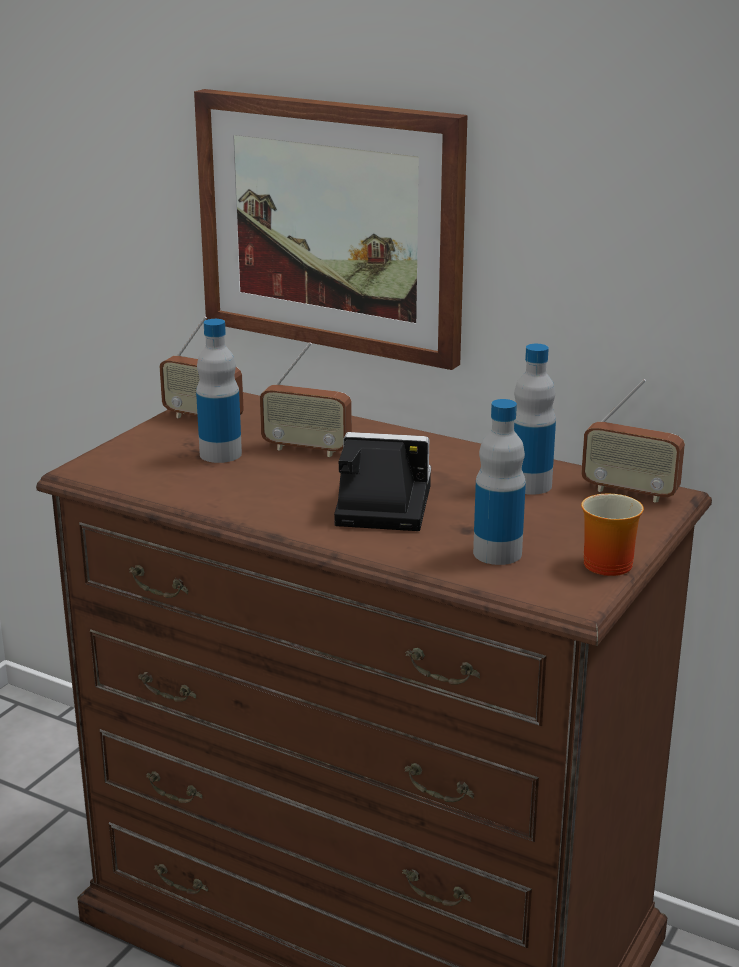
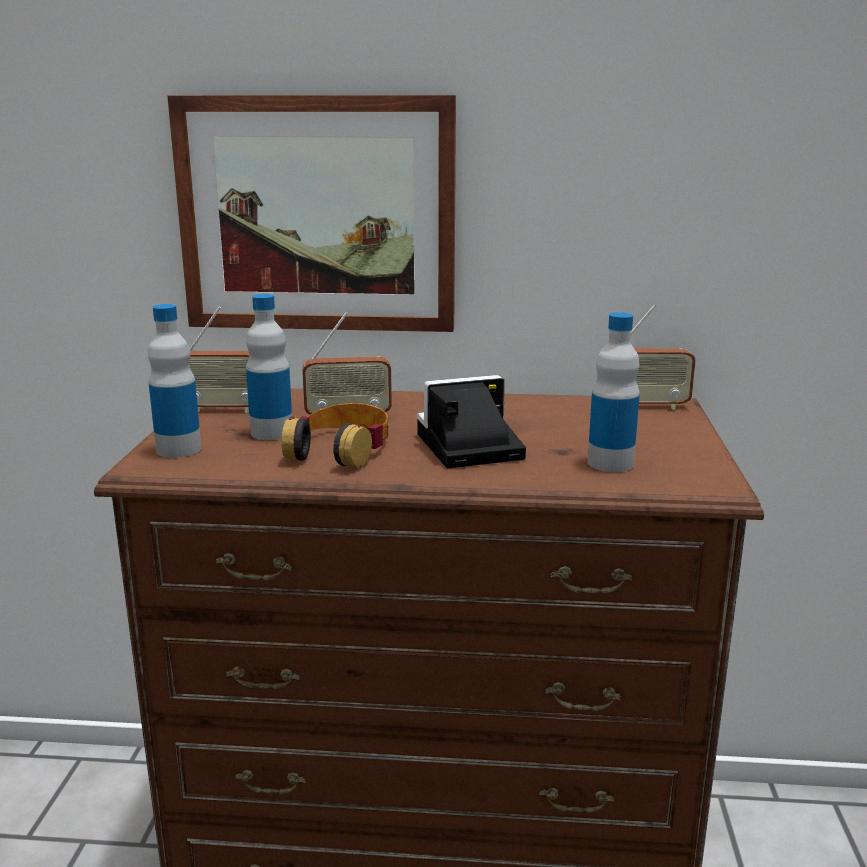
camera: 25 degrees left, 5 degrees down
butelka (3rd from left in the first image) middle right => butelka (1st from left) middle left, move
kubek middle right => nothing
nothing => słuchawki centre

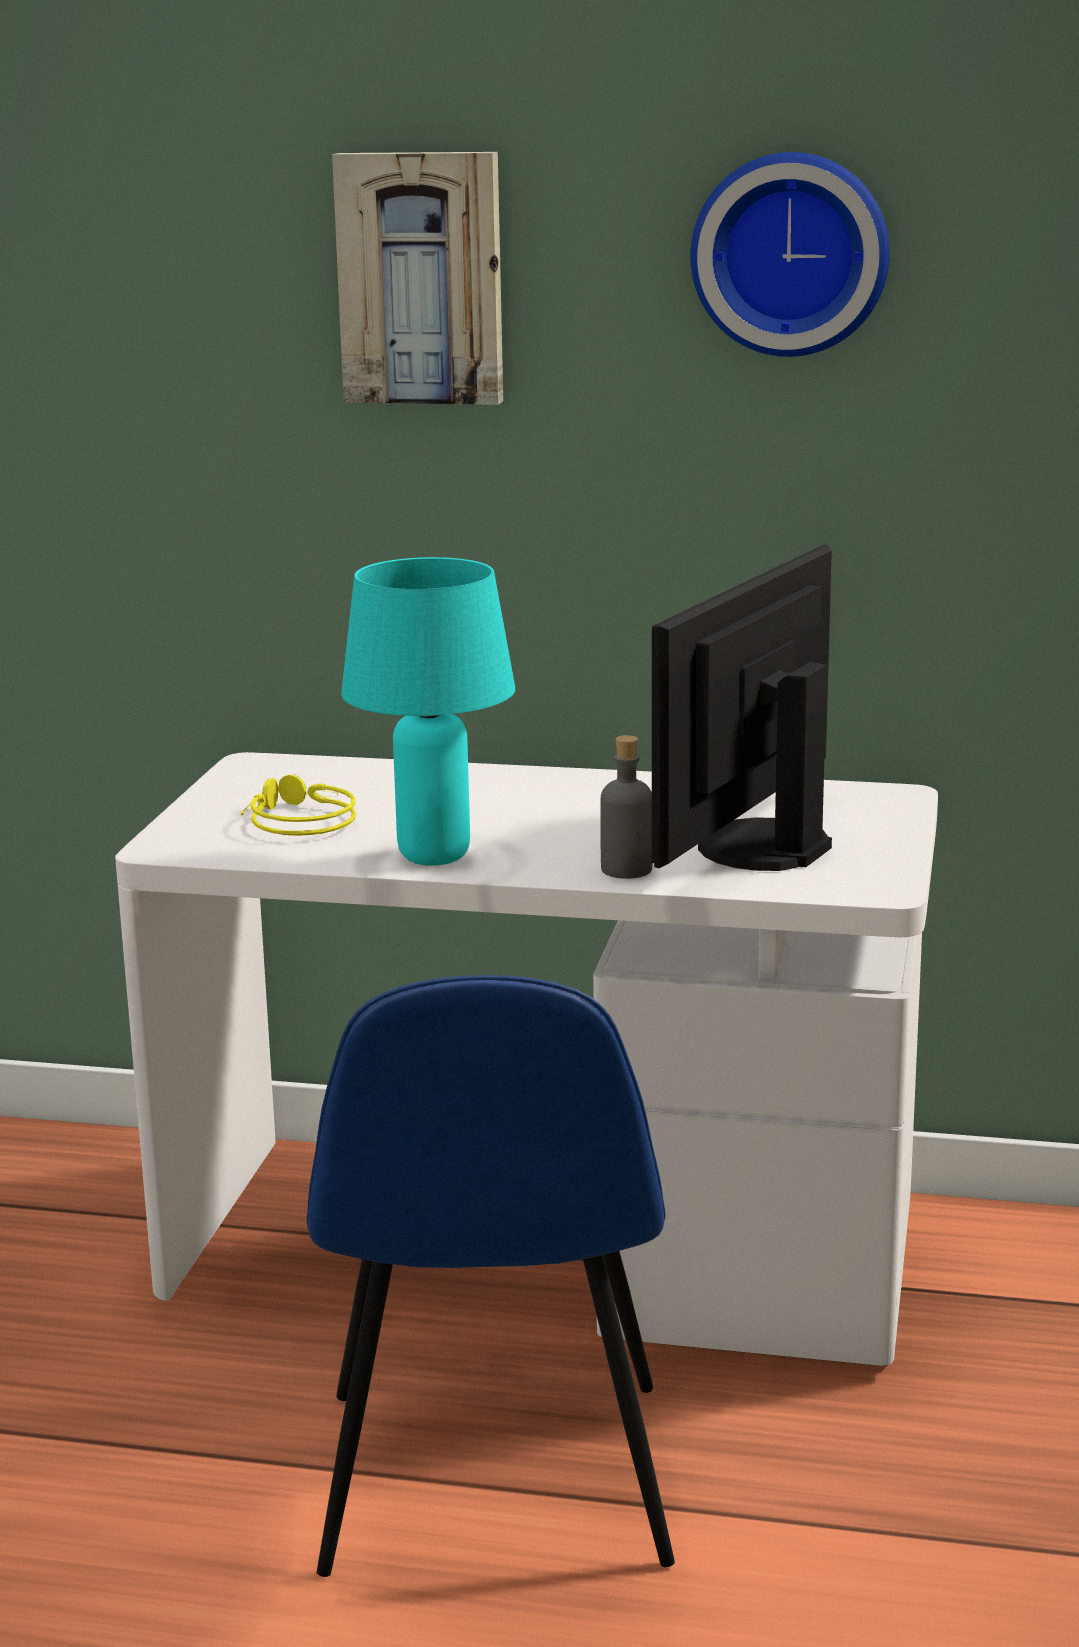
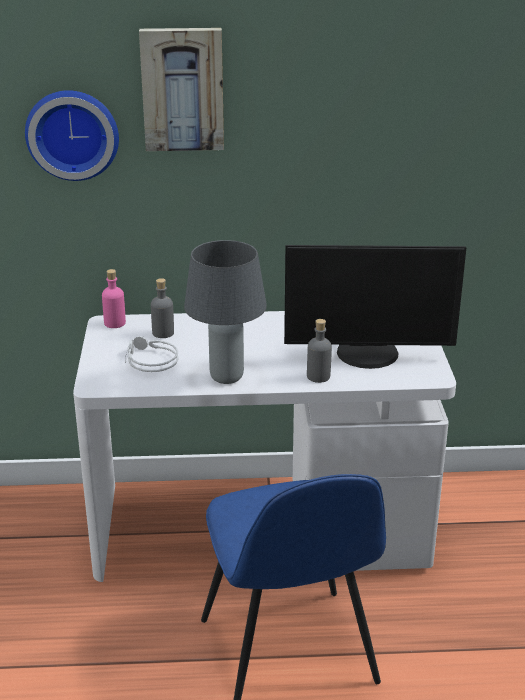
camera: 15 degrees left, 10 degrees up
zegar ścienny top right => zegar ścienny top left, move
monitor middle right, 105 degrees counterclockwise
lampa stołowa [turkusowy] centre => lampa stołowa [szary] centre
słuchawki [żółty] middle left => słuchawki [szary] middle left
nothing => butelka [różowy] middle left
nothing => butelka [szary] (1st from left) middle left

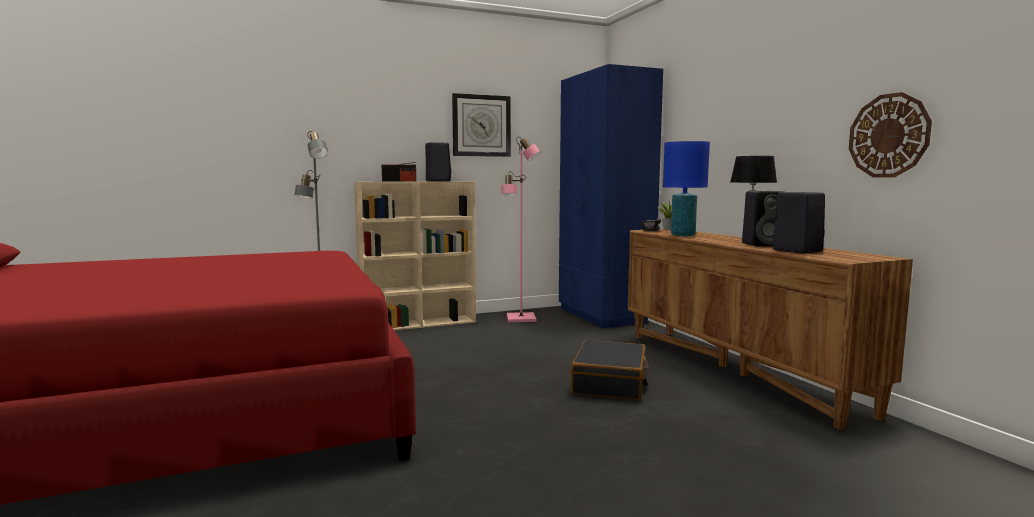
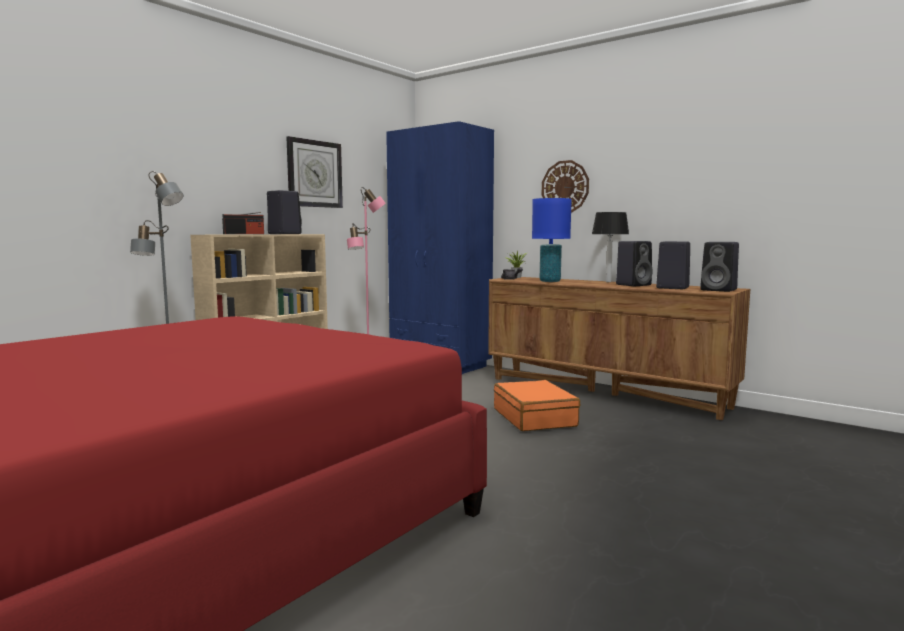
camera: 30 degrees left, 0 degrees up
zegar ścienny (2nd from left) top right => zegar ścienny (2nd from left) top centre, move
walizka [czarny] bottom centre => walizka [pomarańczowy] centre
nothing => głośnik [czarny] (4th from left) middle right

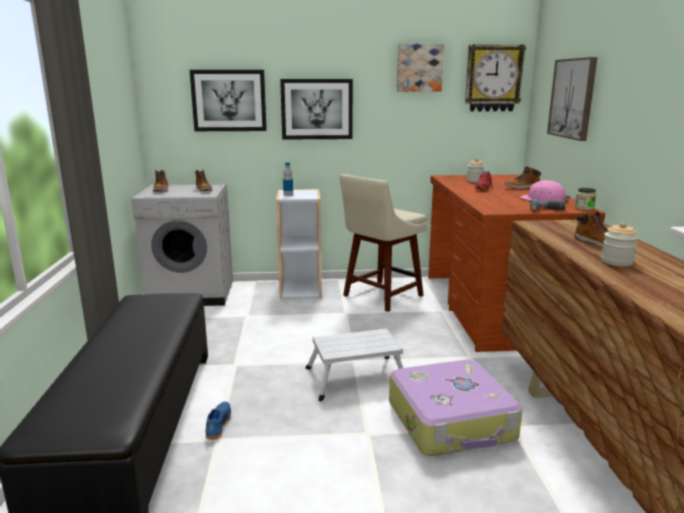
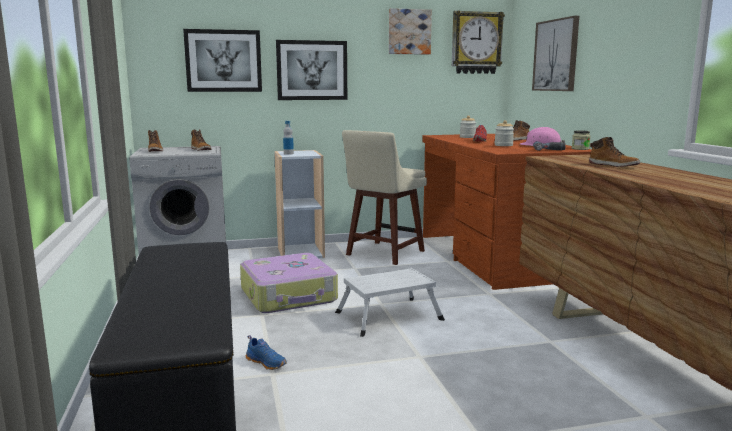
camera: 10 degrees left, 5 degrees down
słoik (3rd from left in the first image) middle right => słoik (2nd from left) top right, move
walizka bottom right => walizka centre, move
but [niebieski] bottom left => but [niebieski] bottom centre, 135 degrees clockwise

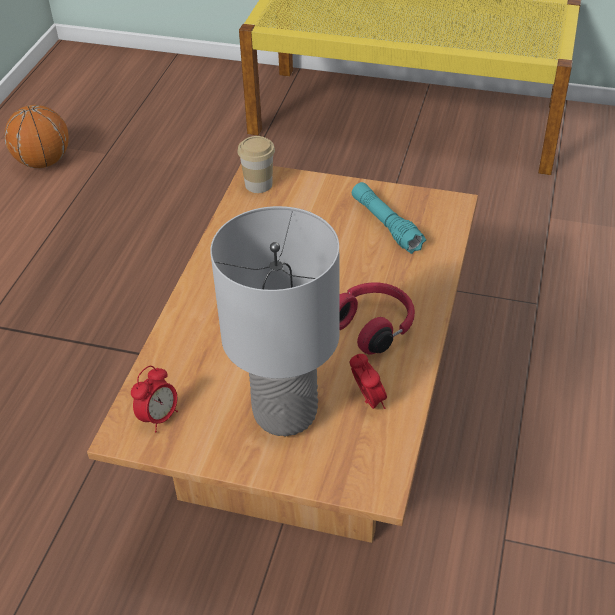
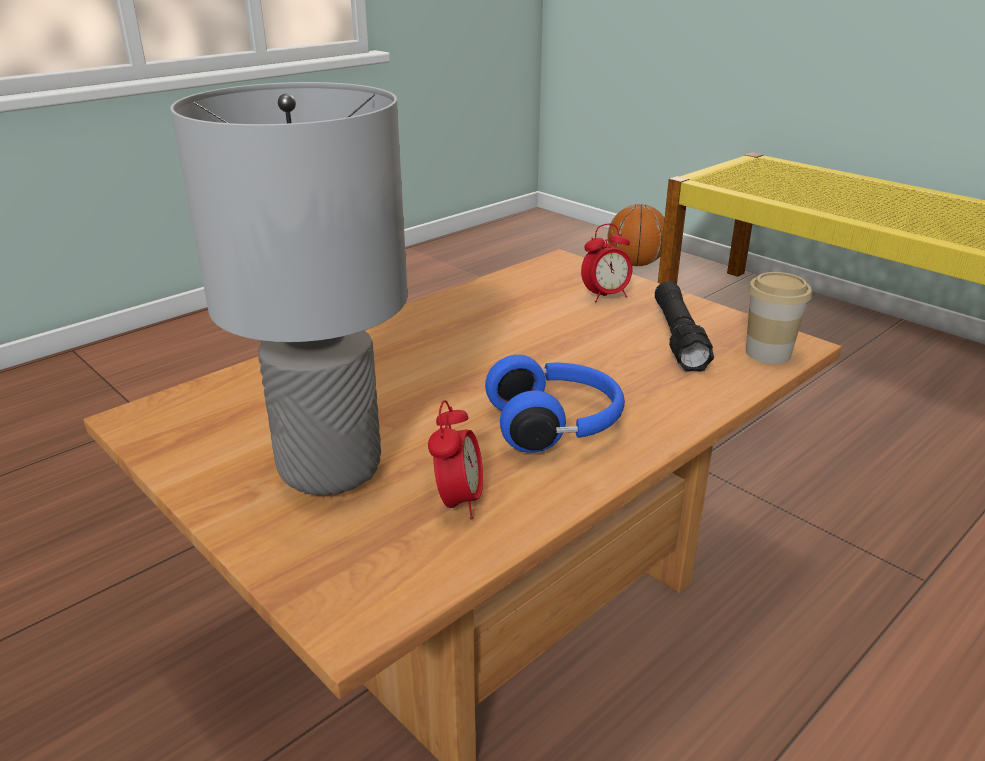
camera: 30 degrees right, 15 degrees down
piłka do koszykówki top left => piłka do koszykówki top centre, move
filiżanka top centre => filiżanka middle right, move
latarka [turkusowy] centre => latarka [czarny] middle right
słuchawki [czerwony] centre => słuchawki [niebieski] centre
budzik (1st from left in the first image) middle left => budzik (2nd from left) centre, move

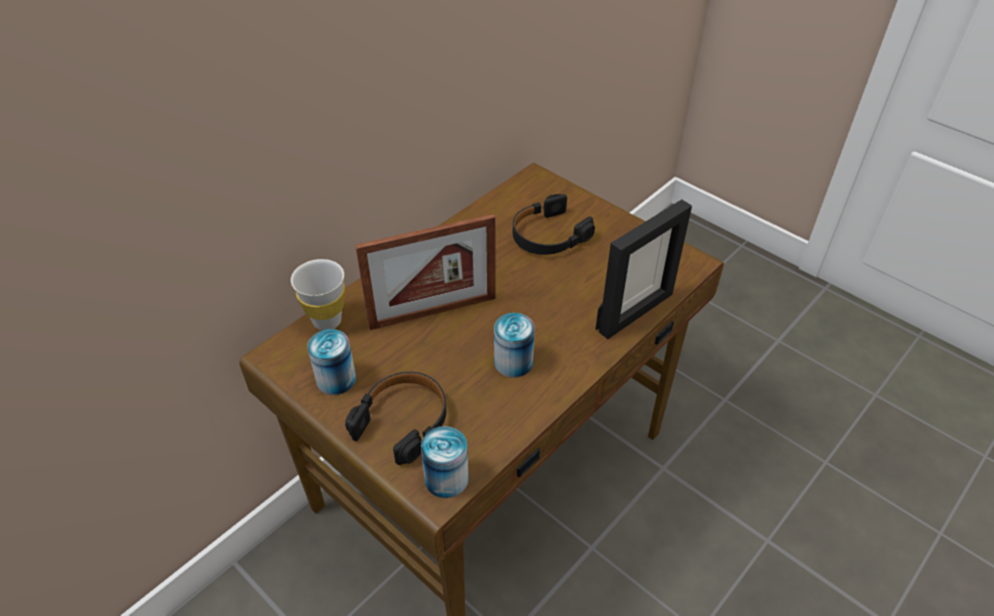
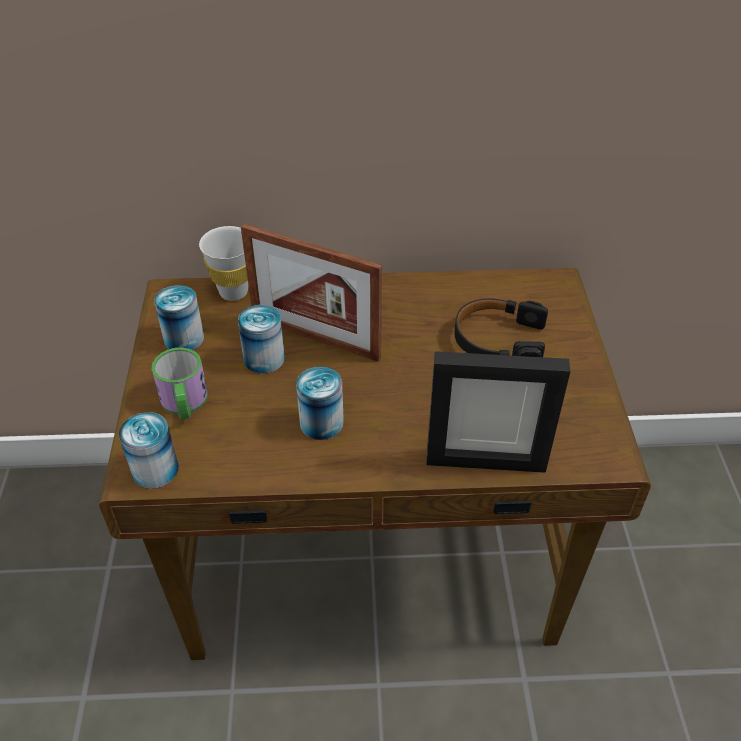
camera: 45 degrees right, 0 degrees up
słuchawki [czarny] (1st from left) bottom centre => kubek middle left
nothing => puszka (3rd from left) centre

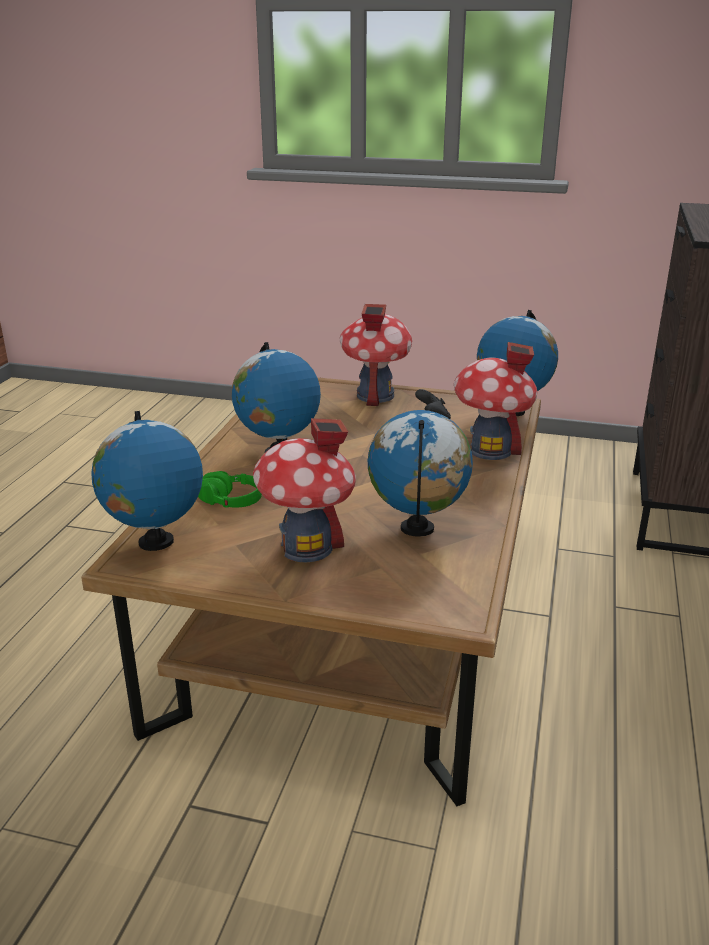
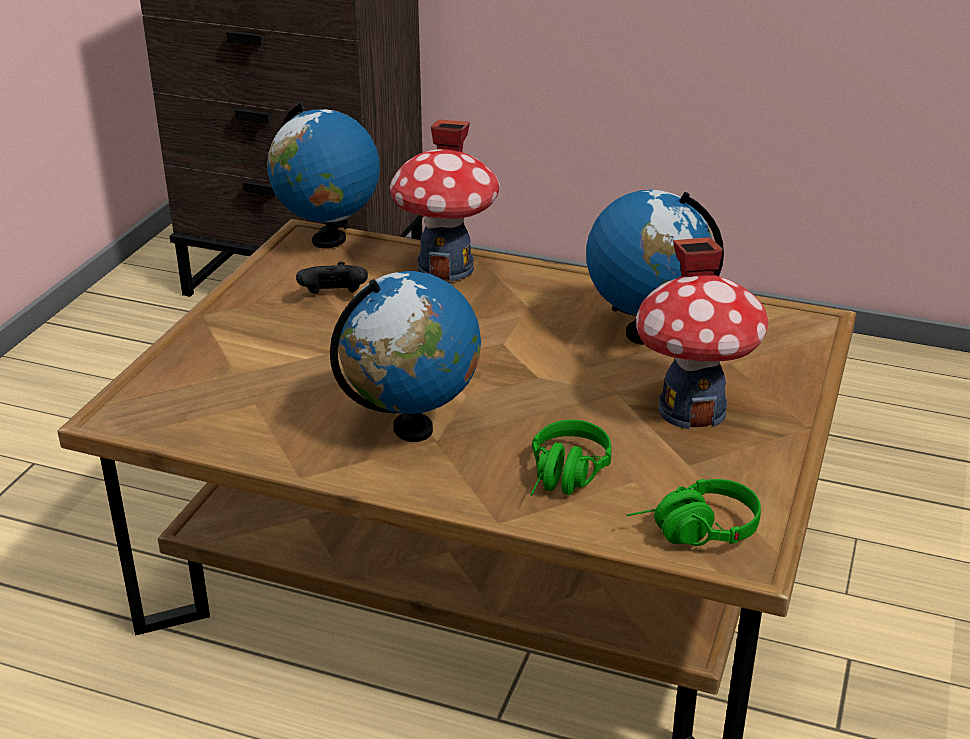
camera: 85 degrees left, 5 degrees up
domek (2nd from left) centre => nothing
globus (1st from left) middle left => słuchawki [zielony] (2nd from left) bottom right

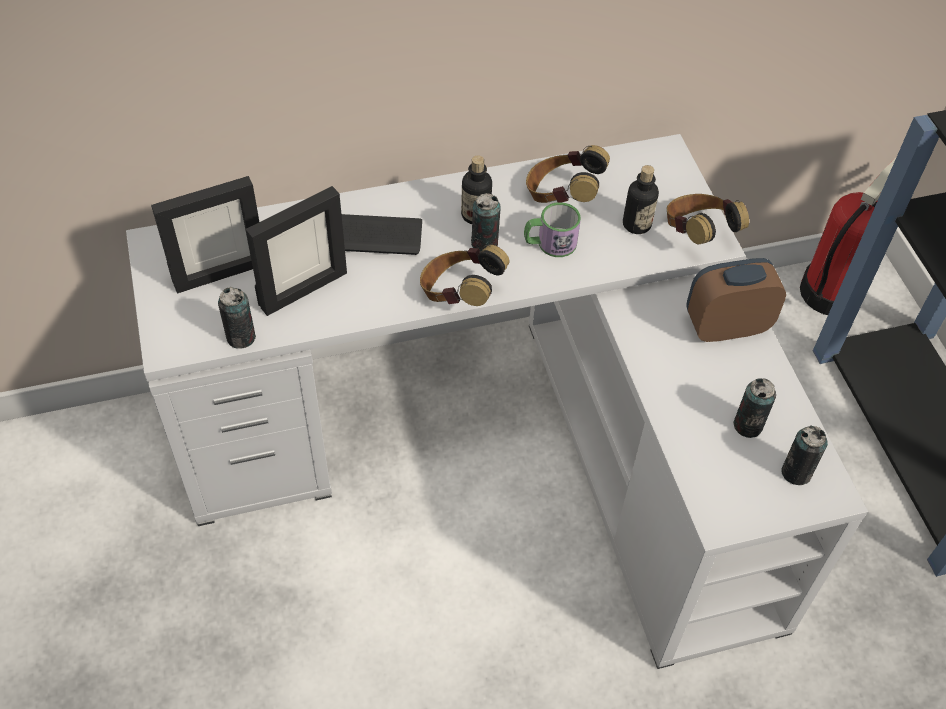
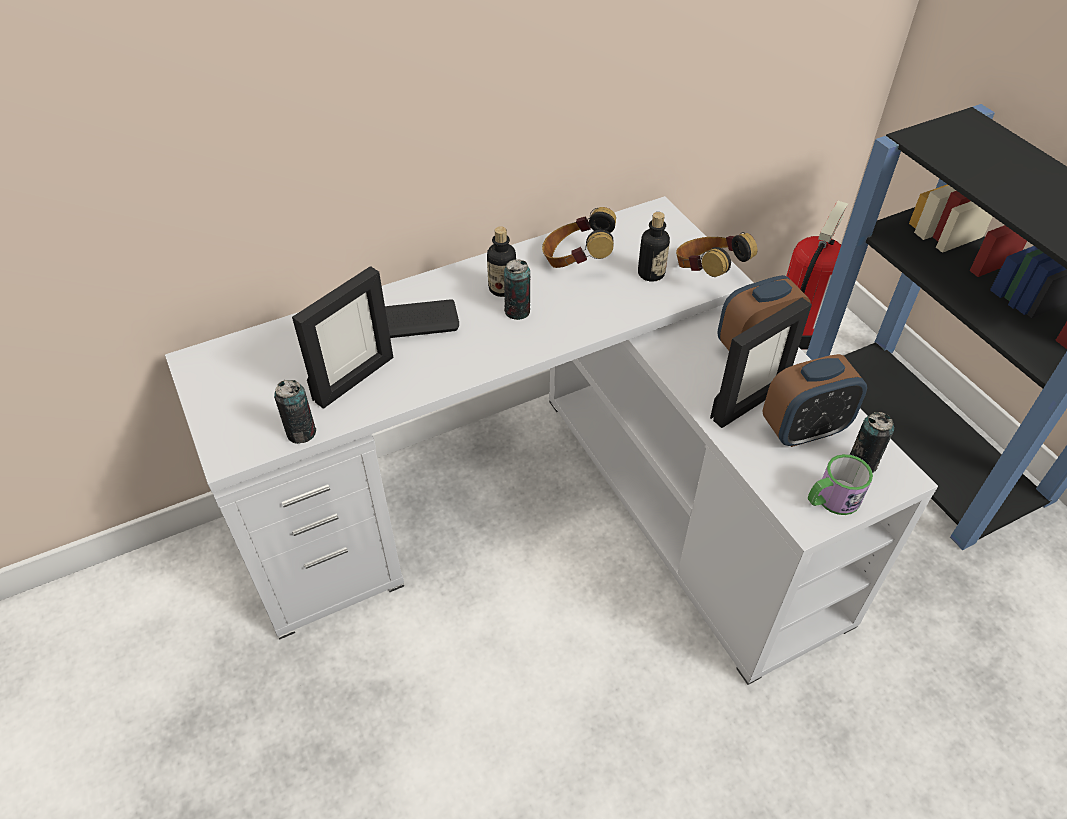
camera: 10 degrees left, 5 degrees down
ramka na zdjęcie (1st from left in the first image) top left => ramka na zdjęcie (2nd from left) middle right, move
kubek top centre => kubek middle right, move
słuchawki (1st from left) centre => nothing
puszka (3rd from left) middle right => budzik (2nd from left) middle right

